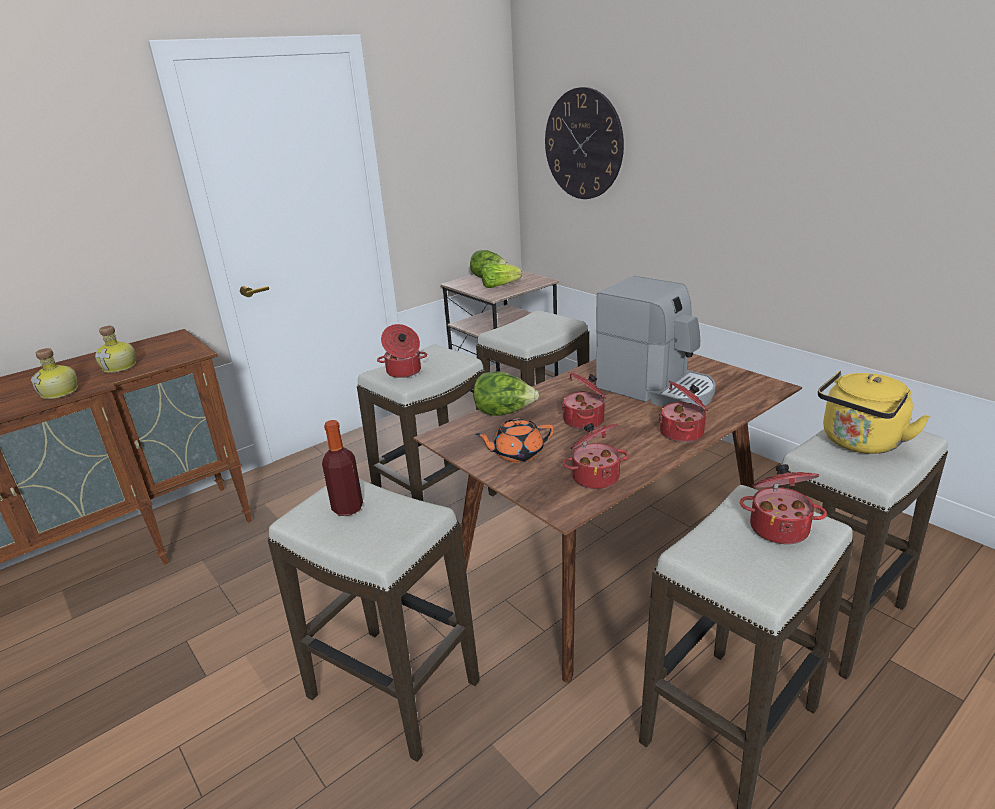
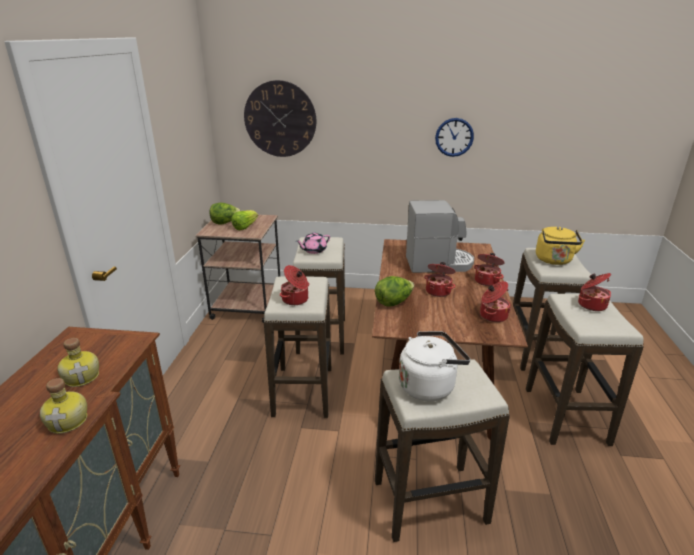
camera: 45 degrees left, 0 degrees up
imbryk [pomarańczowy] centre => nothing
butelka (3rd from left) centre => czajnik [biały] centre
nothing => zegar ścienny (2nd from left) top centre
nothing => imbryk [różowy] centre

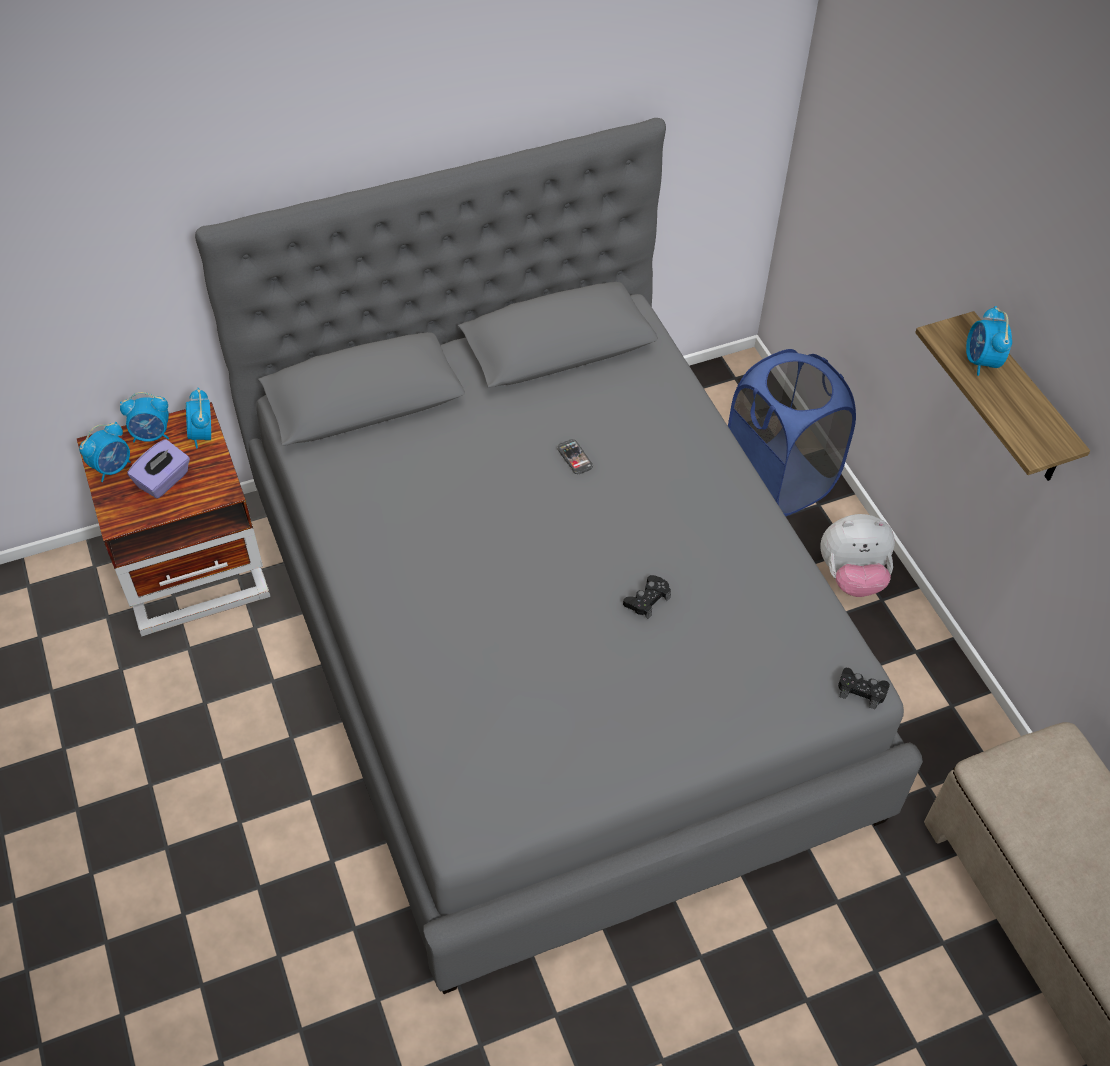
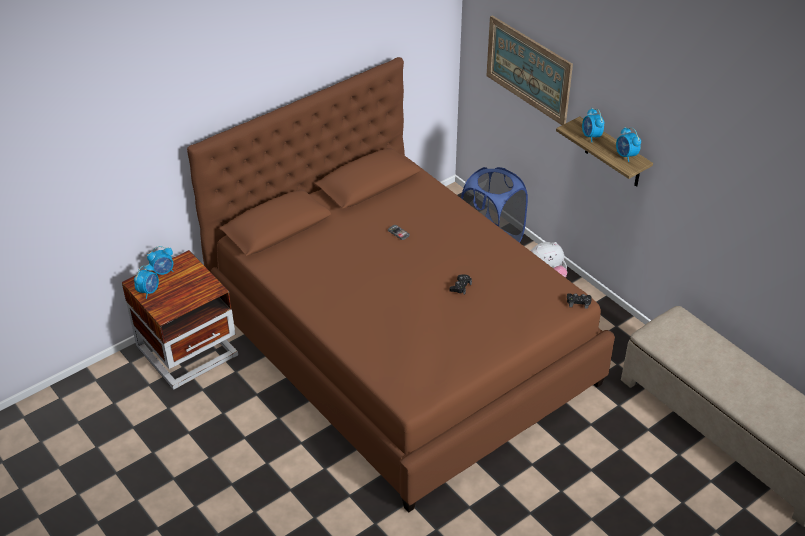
camera: 15 degrees left, 10 degrees down
łóżko [szary] centre => łóżko [brązowy] centre
budzik (3rd from left in the first image) middle left => budzik (4th from left) top right, move
pudełko chusteczek [fioletowy] middle left => nothing
nothing => obraz top centre

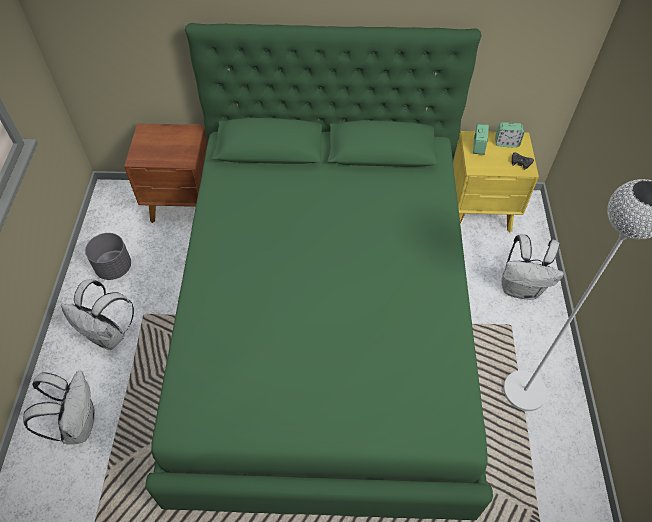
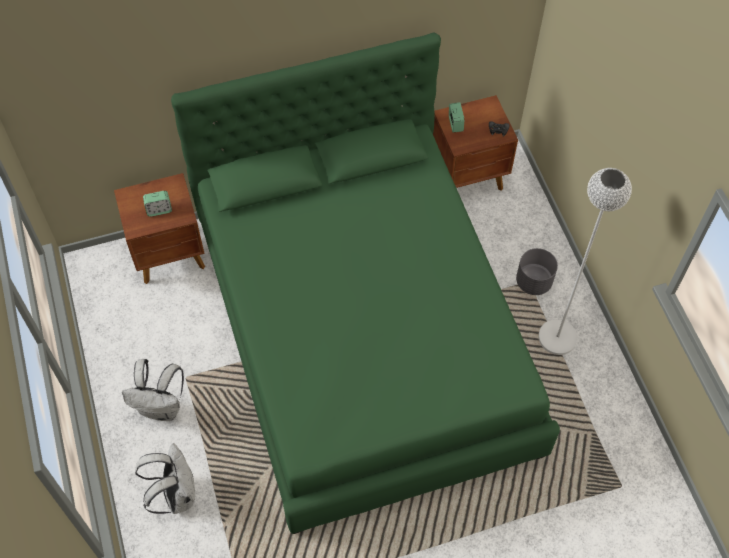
camera: 20 degrees left, 5 degrees up
budzik (2nd from left in the first image) top right => budzik (1st from left) middle left, move
szafka nocna [żółty] middle right => szafka nocna [brązowy] (2nd from left) top centre
donica [szary] middle left => donica [szary] middle right, move
plecak [biały] (3rd from left) middle right => nothing

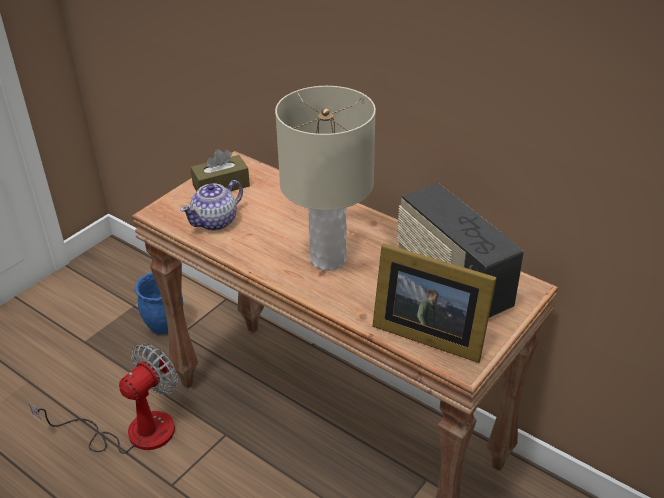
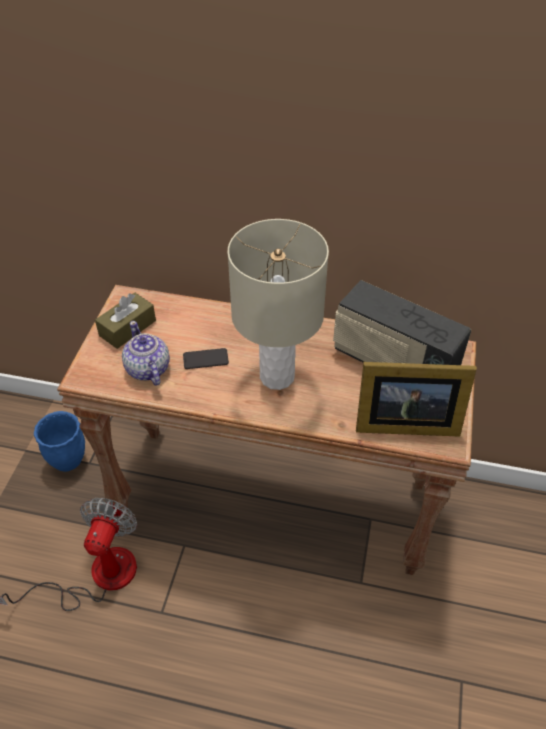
camera: 25 degrees left, 10 degrees up
imbryk middle left, 135 degrees clockwise
nothing => telefon centre

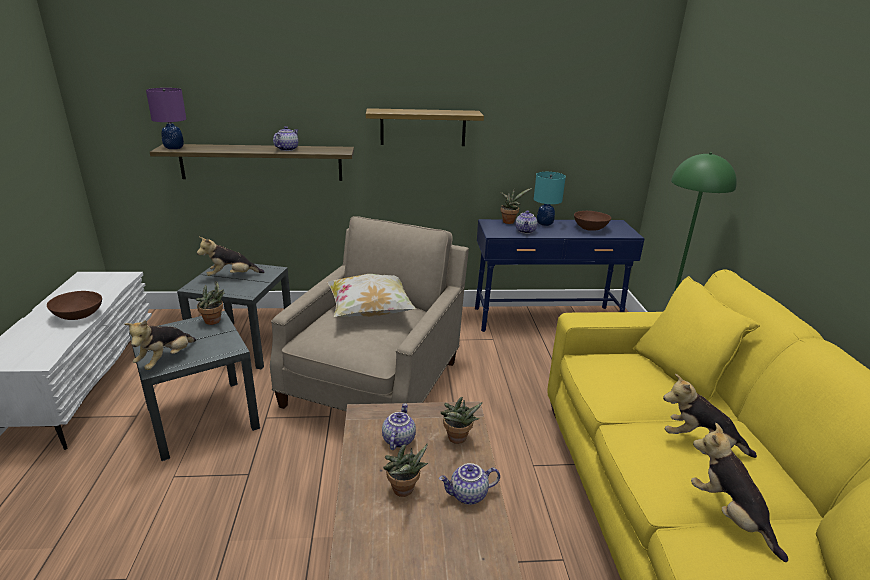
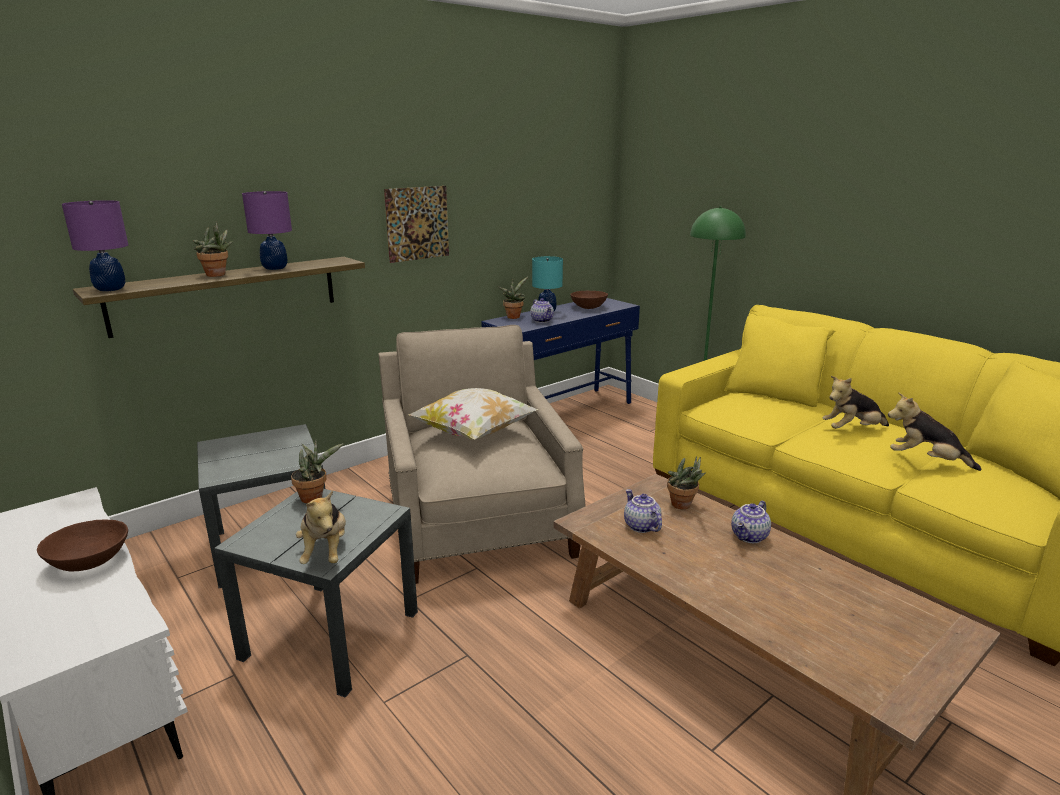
camera: 35 degrees left, 5 degrees down
półka (2nd from left) top centre => obraz top centre
imbryk (1st from left) top left => lampa stołowa [fioletowy] (2nd from left) top left
pluszak (2nd from left) middle left => nothing
roślina doniczkowa (2nd from left in the first image) bottom centre => roślina doniczkowa (1st from left) top left, move

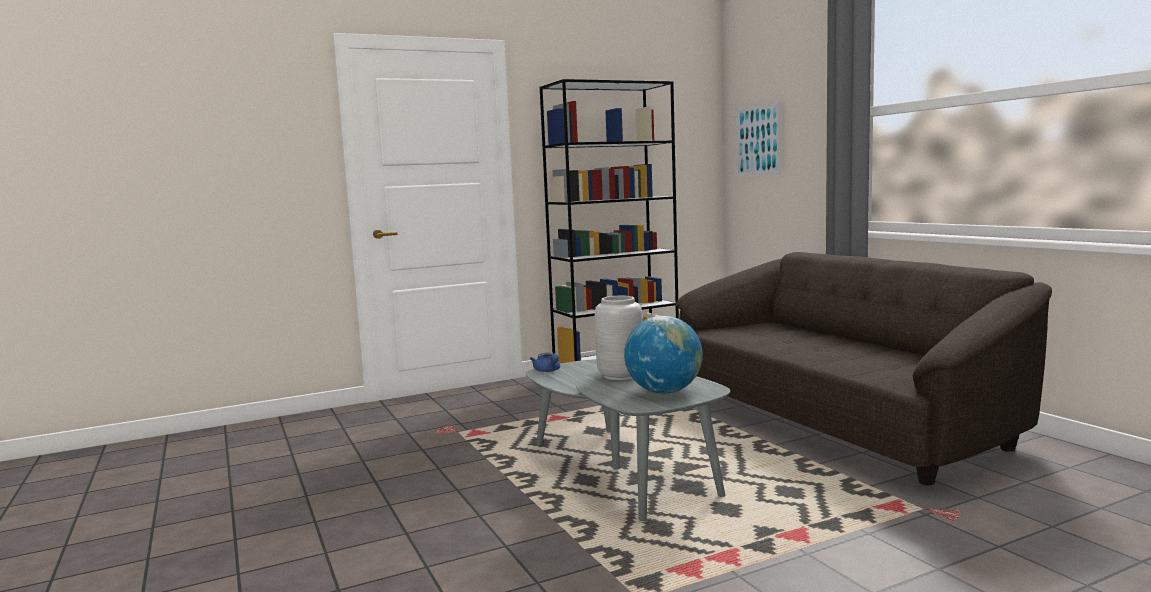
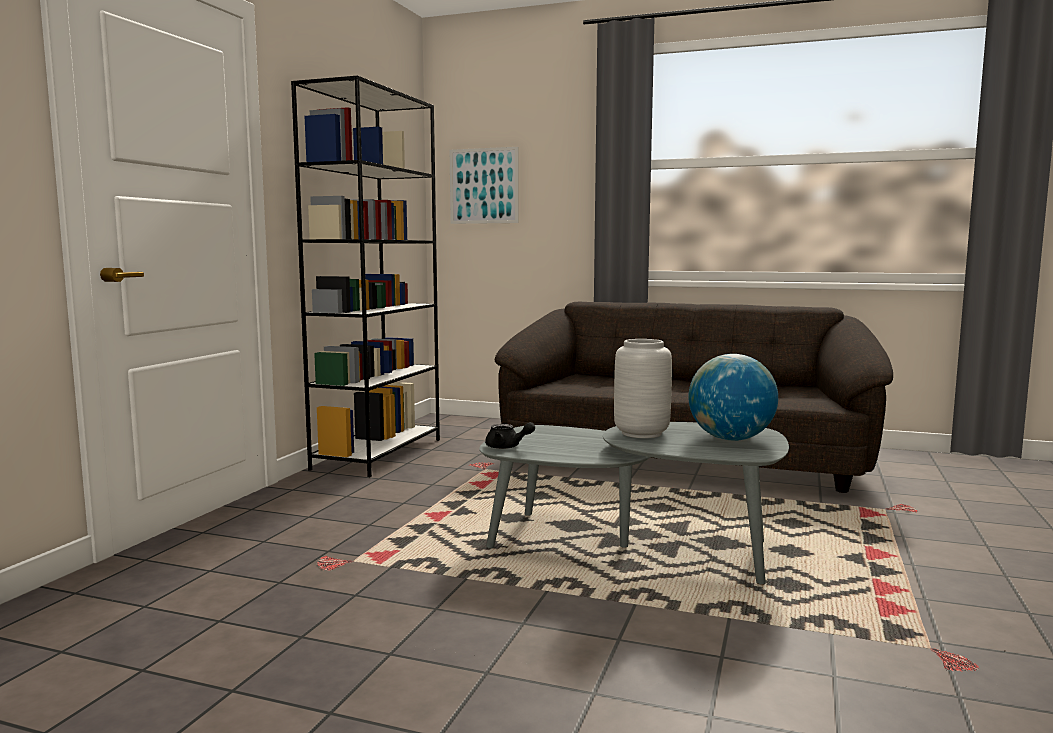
camera: 45 degrees left, 0 degrees up
imbryk [niebieski] centre => imbryk [czarny] centre

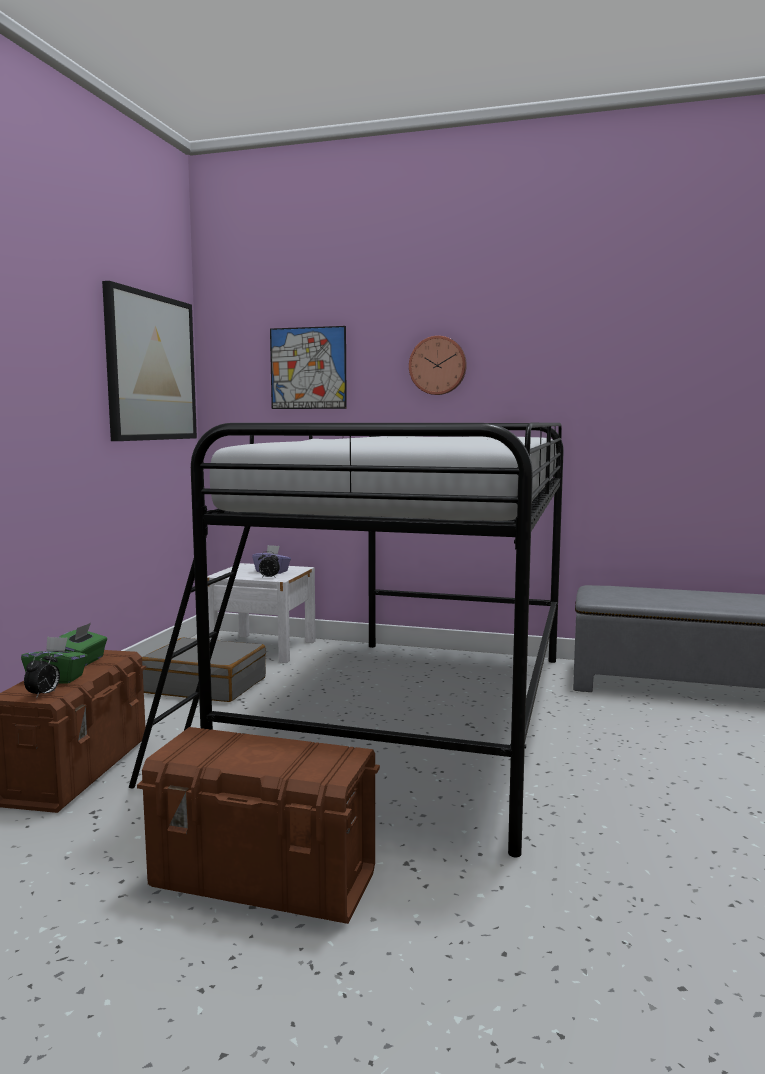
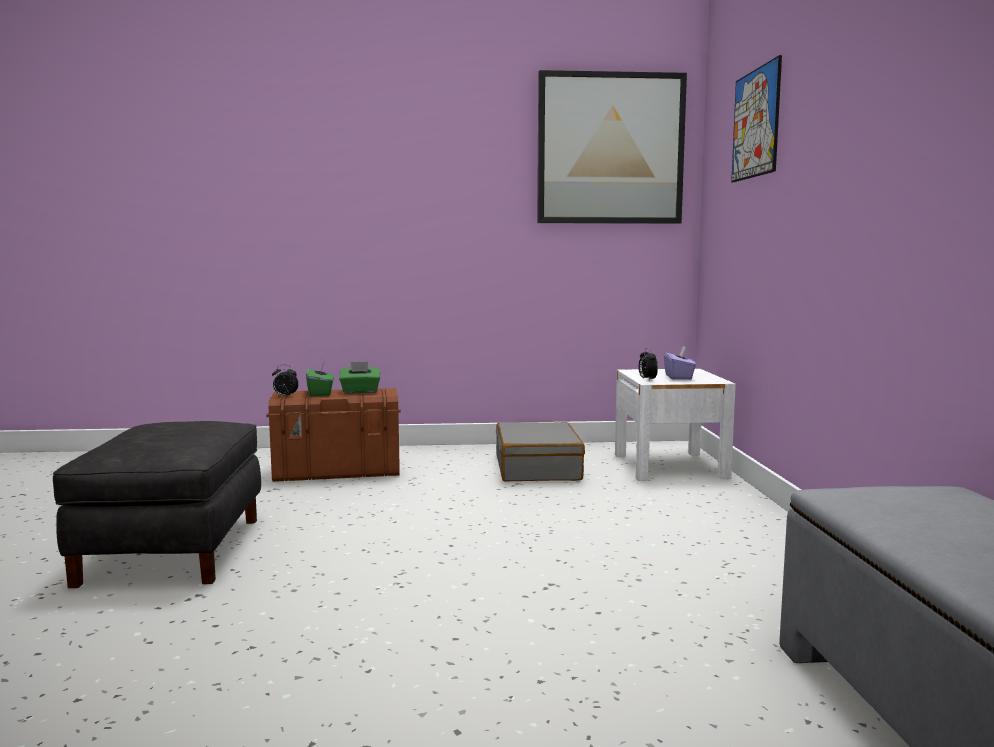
camera: 70 degrees right, 0 degrees up
zegar ścienny centre => nothing
łóżko [czarny] centre => nothing
pojemnik do przechowywania [brązowy] (2nd from left) bottom centre => pufa [czarny] bottom left

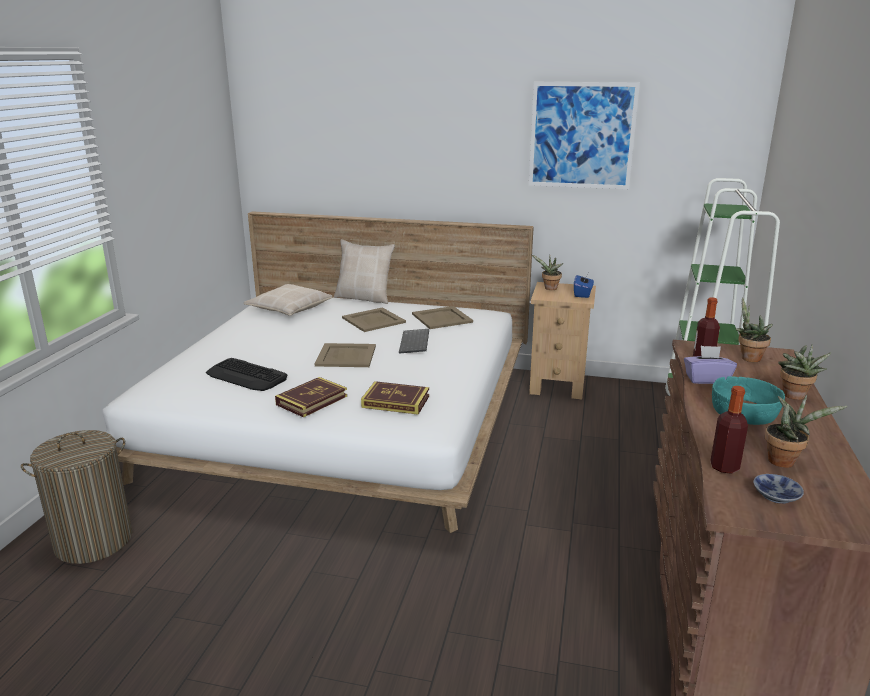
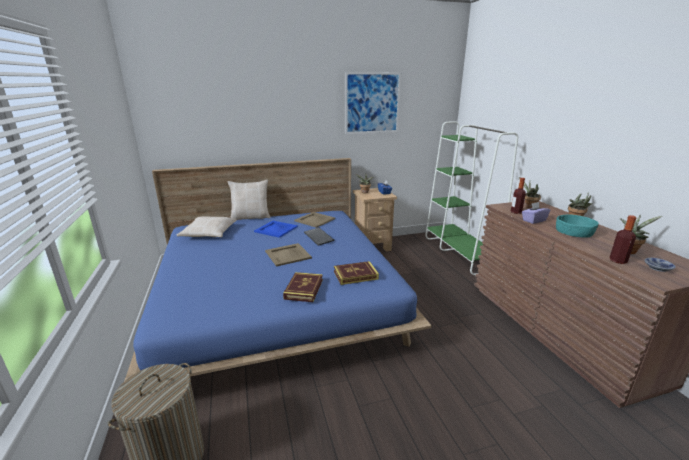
camera: 30 degrees left, 0 degrees up
łóżko [biały] centre => łóżko [niebieski] centre
taca [beżowy] (2nd from left) centre => taca [niebieski] centre
klawiatura (1st from left) middle left => nothing

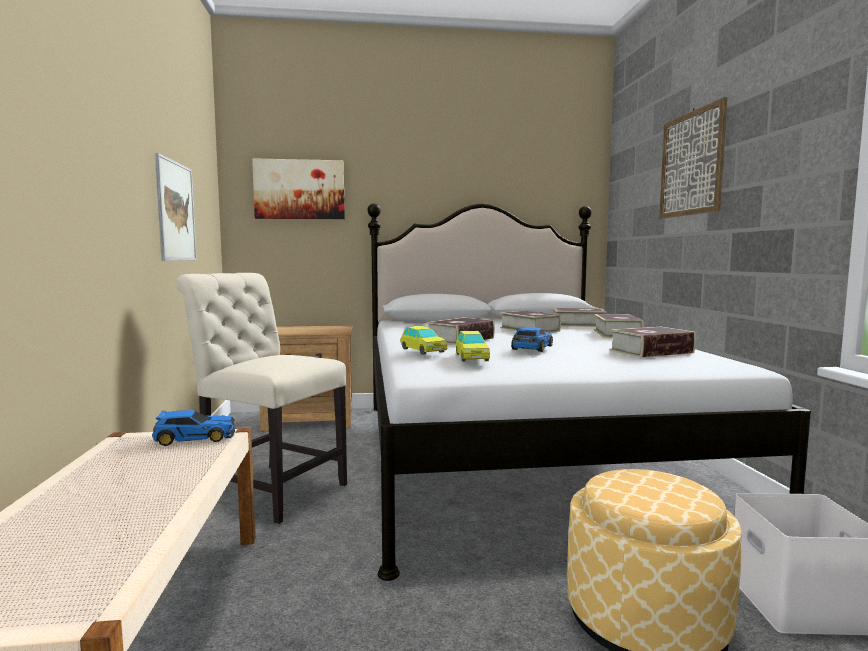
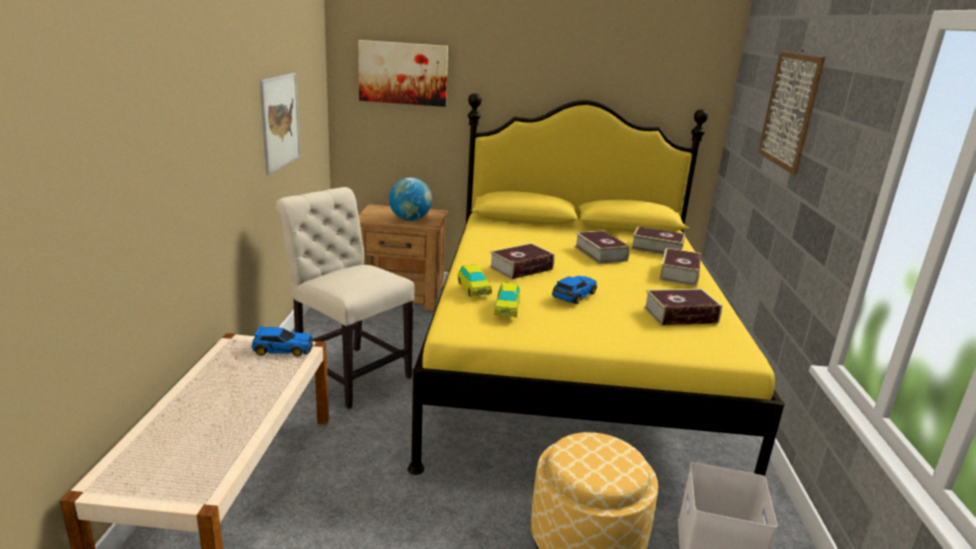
camera: 10 degrees right, 15 degrees up
łóżko [biały] middle right => łóżko [żółty] centre
nothing => globus centre

